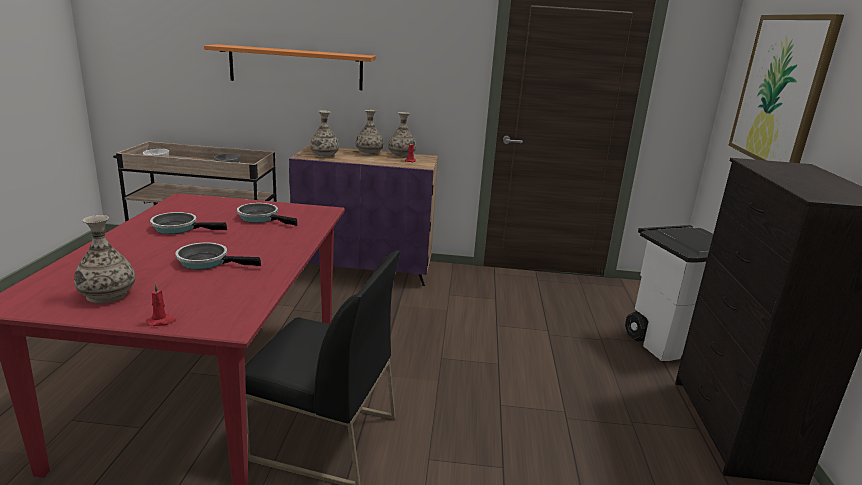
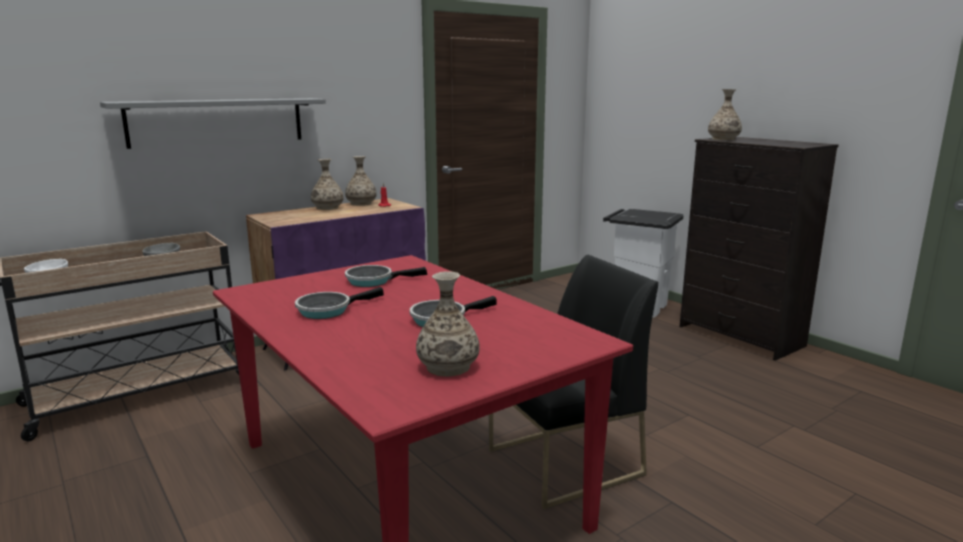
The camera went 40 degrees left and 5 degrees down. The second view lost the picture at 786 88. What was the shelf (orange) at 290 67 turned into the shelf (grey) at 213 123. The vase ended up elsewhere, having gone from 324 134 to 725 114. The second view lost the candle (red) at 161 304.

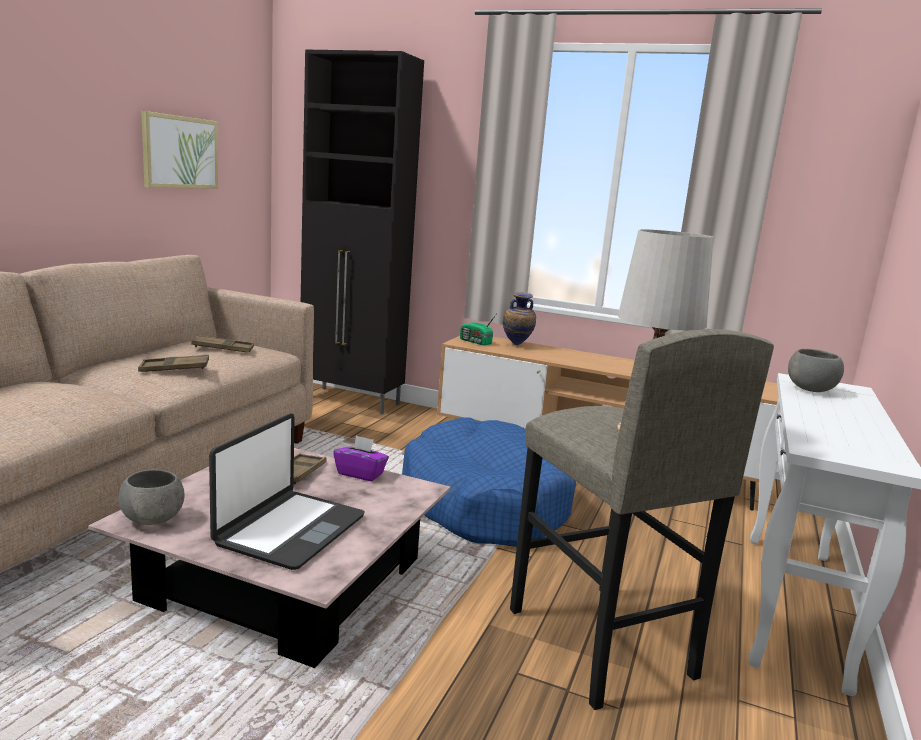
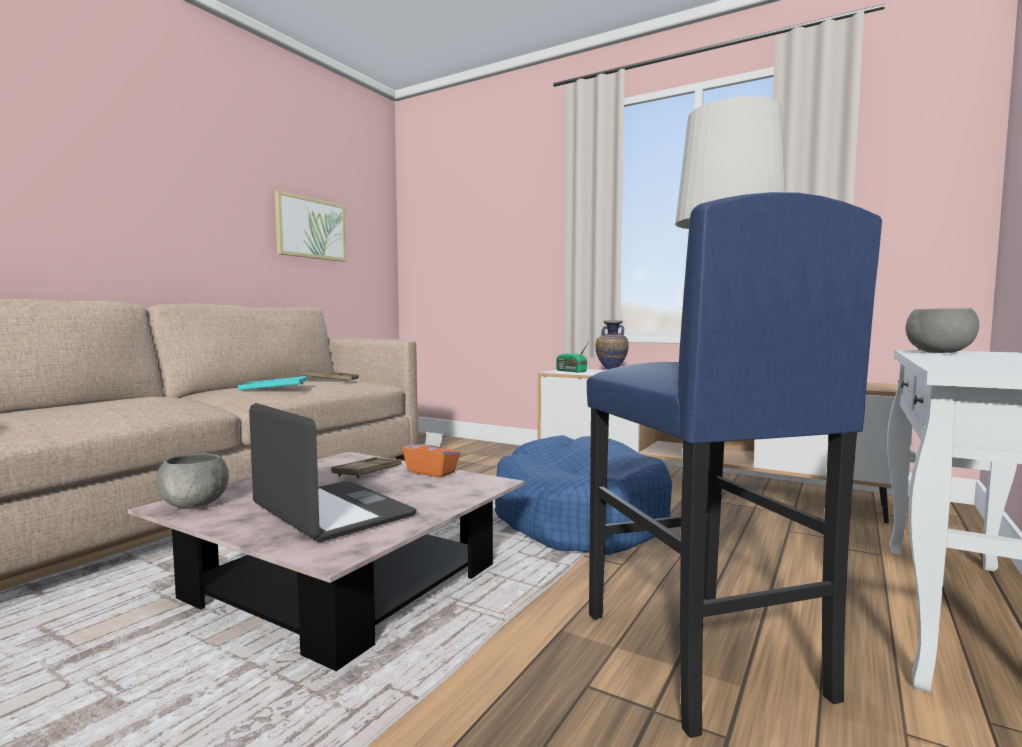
The camera went 10 degrees right and 10 degrees down. The second view lost the cabinet (black) at 362 232. What was the stool (grey) at 642 519 turned into the stool (blue) at 734 465. What was the tray (brown) at 173 363 turned into the tray (turquoise) at 272 383. The laptop at 287 492 ended up facing another way, 75 degrees counterclockwise from before. What was the tissue box (purple) at 361 458 turned into the tissue box (orange) at 432 454.

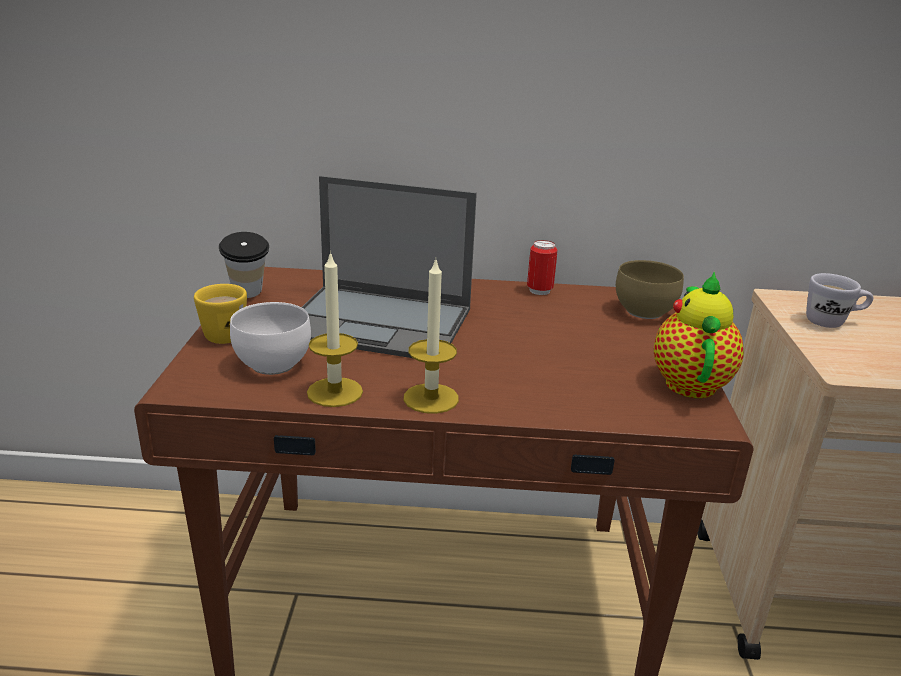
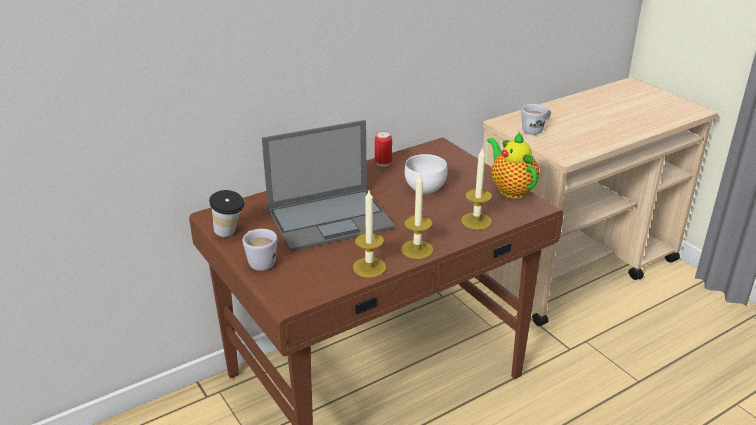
The camera went 35 degrees left and 5 degrees up. The second view lost the bowl (brown) at 650 289. What was the mug (yellow) at 220 314 turned into the mug (white) at 260 250. The bowl (white) ended up elsewhere, having gone from 270 338 to 426 174. The second view gained the candle at 476 188.

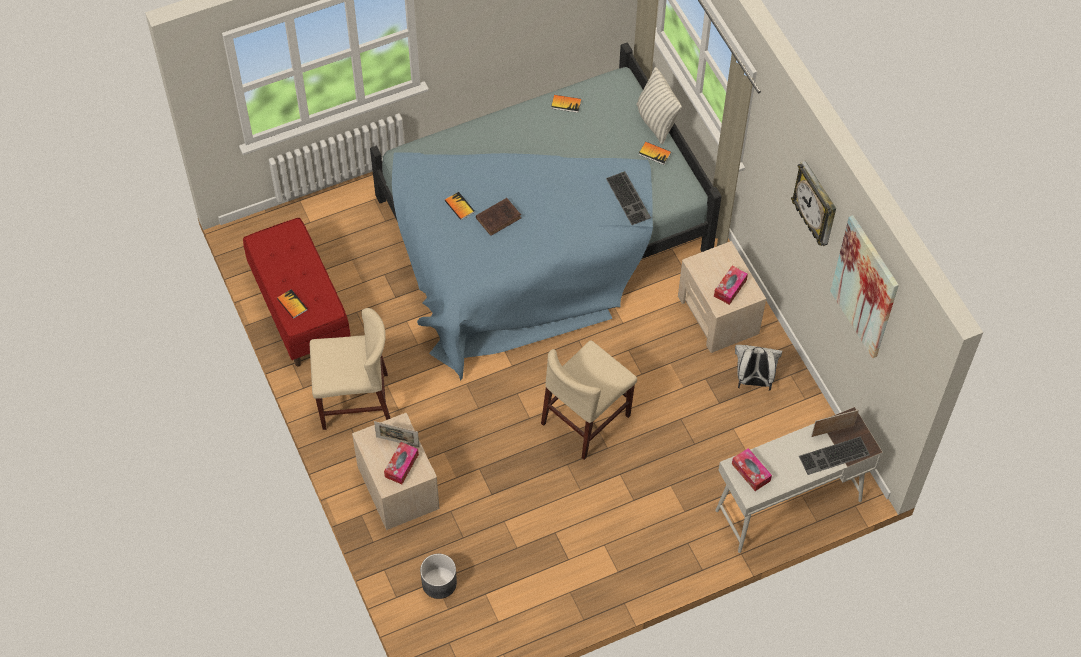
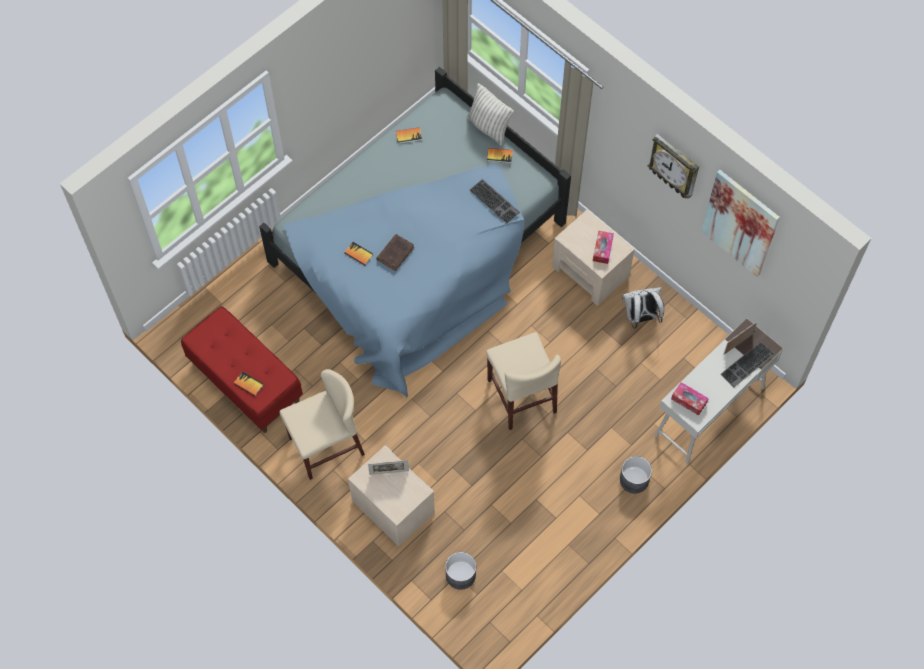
The camera went 20 degrees left and 5 degrees up. The chair (beige) at 589 400 ended up facing another way, 45 degrees counterclockwise from before. The second view lost the tissue box at 401 463. The second view gained the planter (grey) at 636 474.

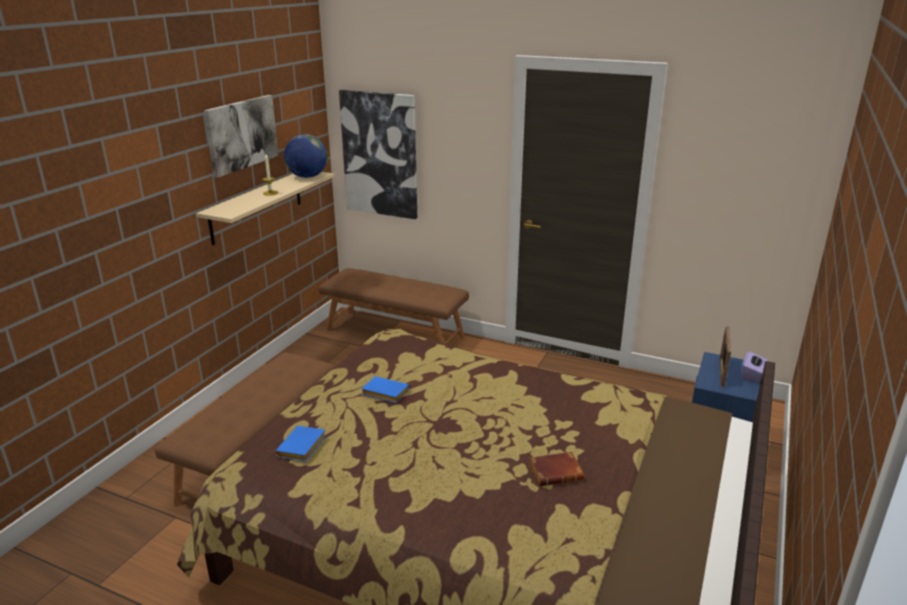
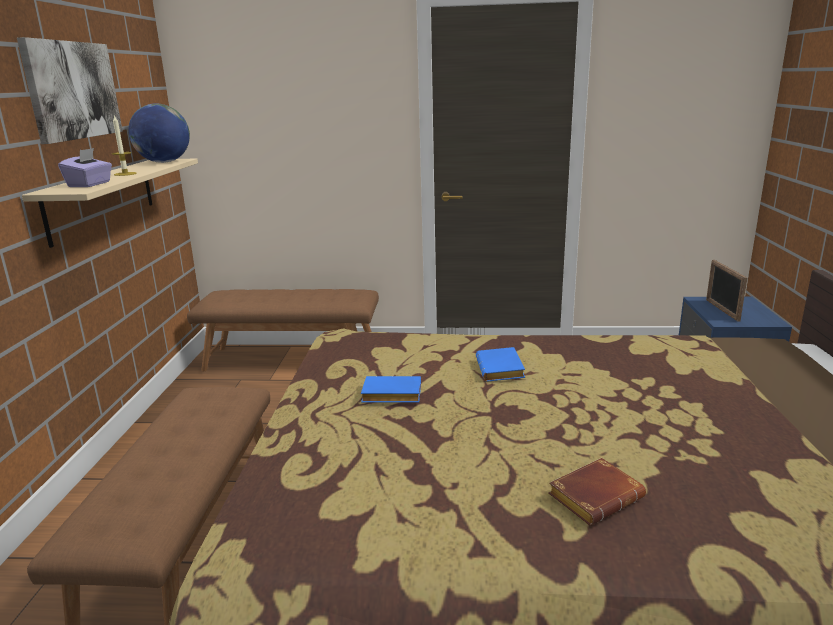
The camera went 20 degrees left and 5 degrees down. The second view lost the picture at 378 154. The tissue box (purple) ended up elsewhere, having gone from 755 367 to 85 167. The book (blue) ended up elsewhere, having gone from 300 444 to 500 364. The book (brown) ended up elsewhere, having gone from 556 469 to 597 492.

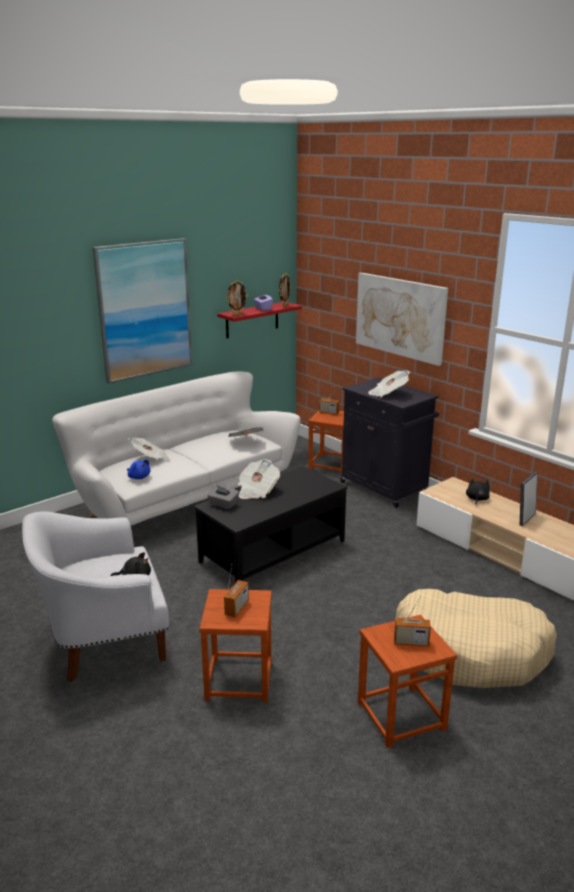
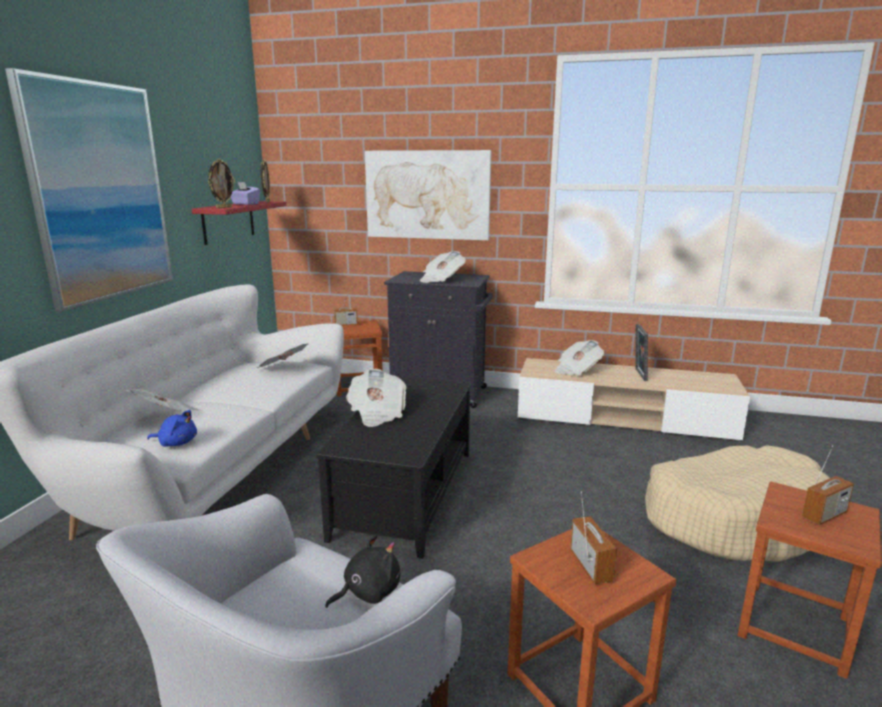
The camera went 35 degrees left and 5 degrees down. Where the plush toy (black) stood at 478 492, the newspaper came to stand at 579 358. The second view lost the tissue box (grey) at 223 497.

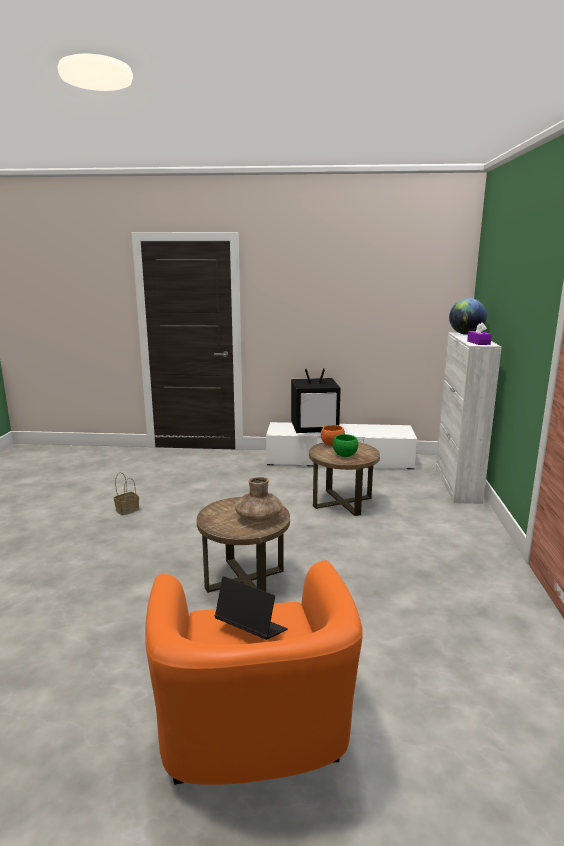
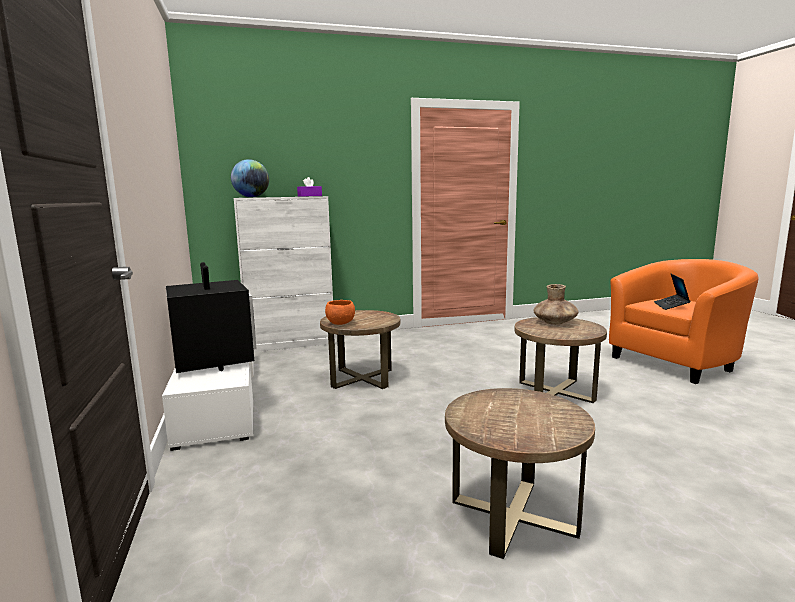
The camera went 110 degrees left and 5 degrees down. The second view lost the bowl (green) at 345 445. Where the basket stood at 126 494, the side table (brown) came to stand at 520 473.

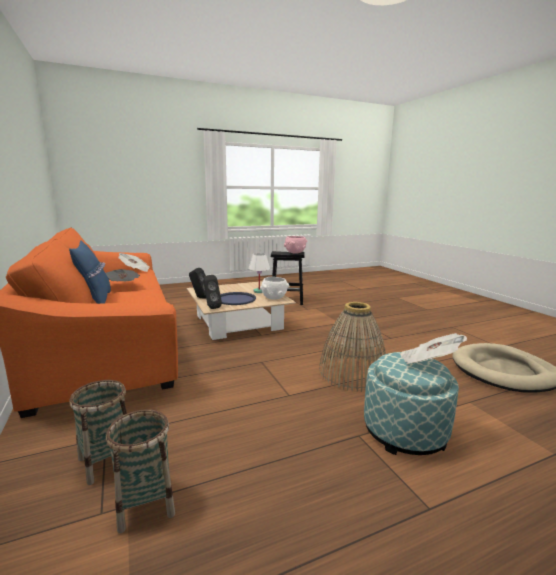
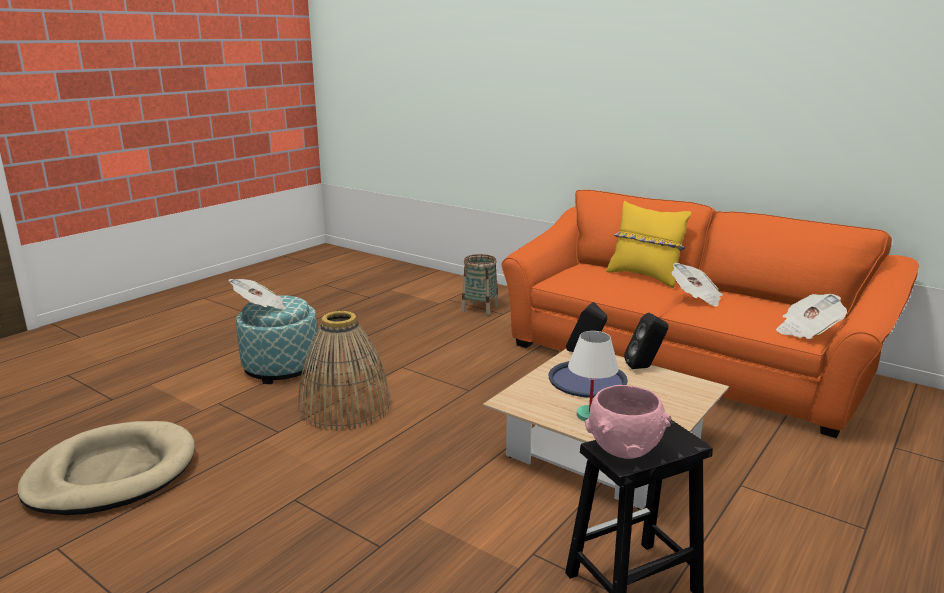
The camera went 150 degrees right and 5 degrees up. What was the pillow (blue) at 90 272 turned into the pillow (yellow) at 648 244. The second view lost the bowl (white) at 274 288. The second view lost the basket at 140 471.

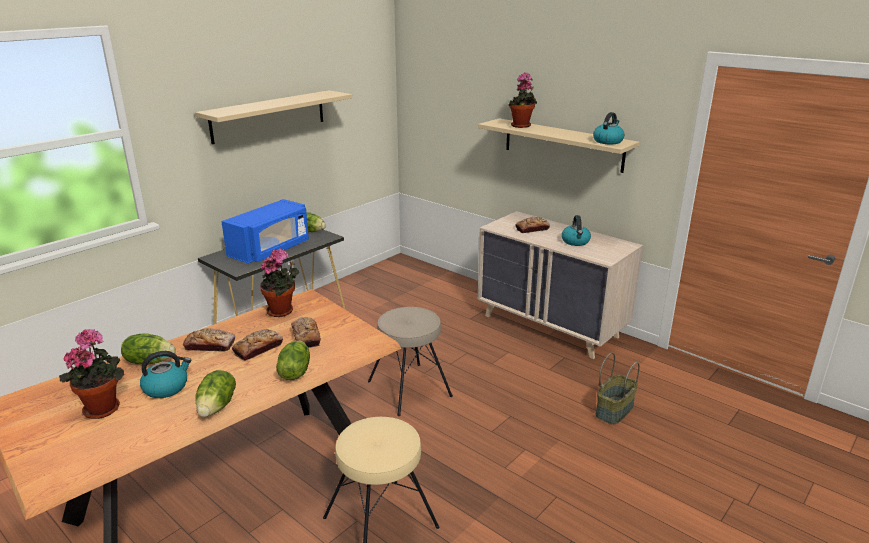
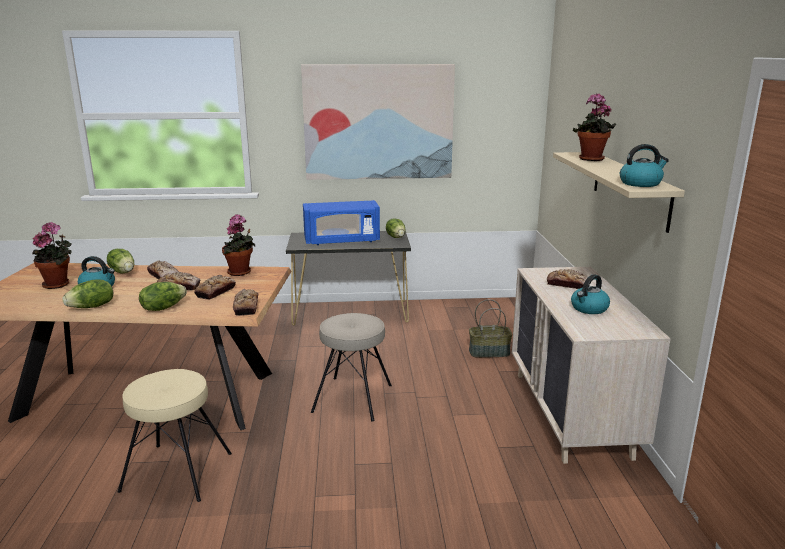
The camera went 45 degrees right and 5 degrees down. Where the shelf (beige) hung at 273 117, the picture came to hang at 378 122. The basket ended up elsewhere, having gone from 617 388 to 490 328. The second view gained the bread at 245 302.

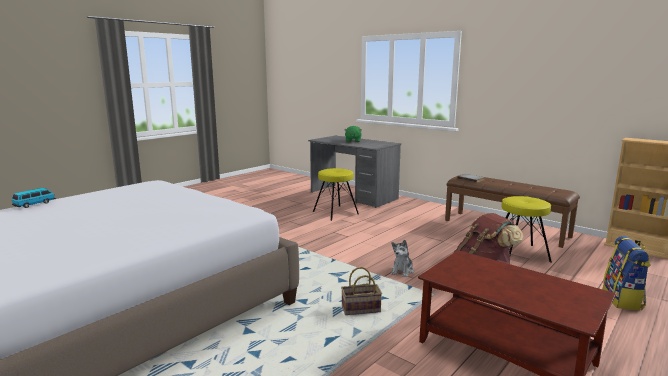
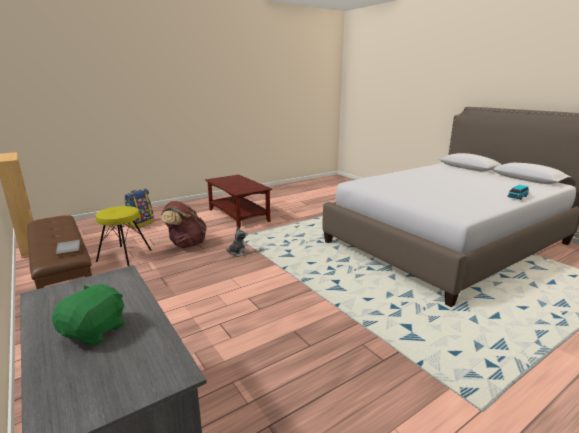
The camera went 165 degrees left and 5 degrees up. The second view lost the stool (yellow) at 336 194. The second view lost the basket at 361 291.

